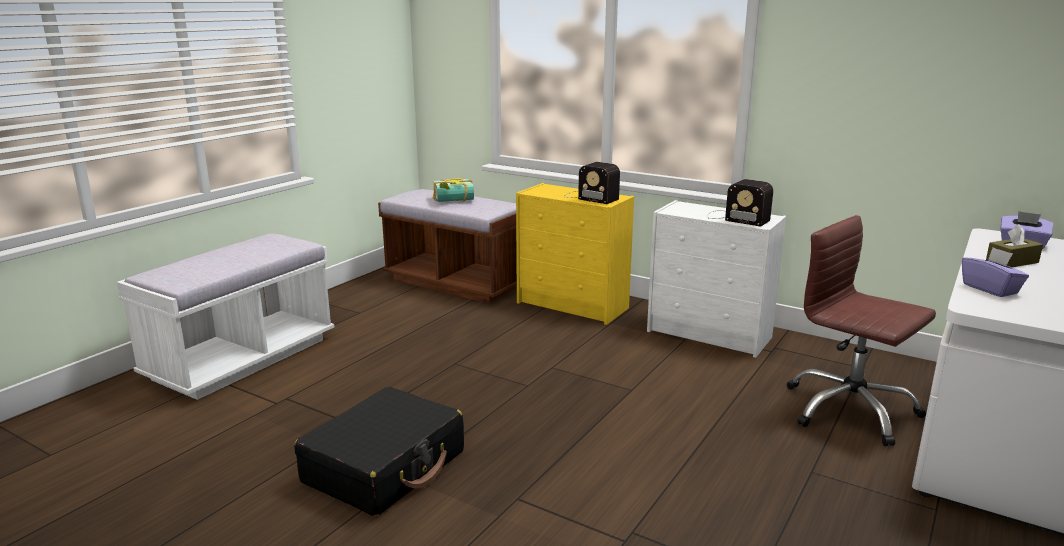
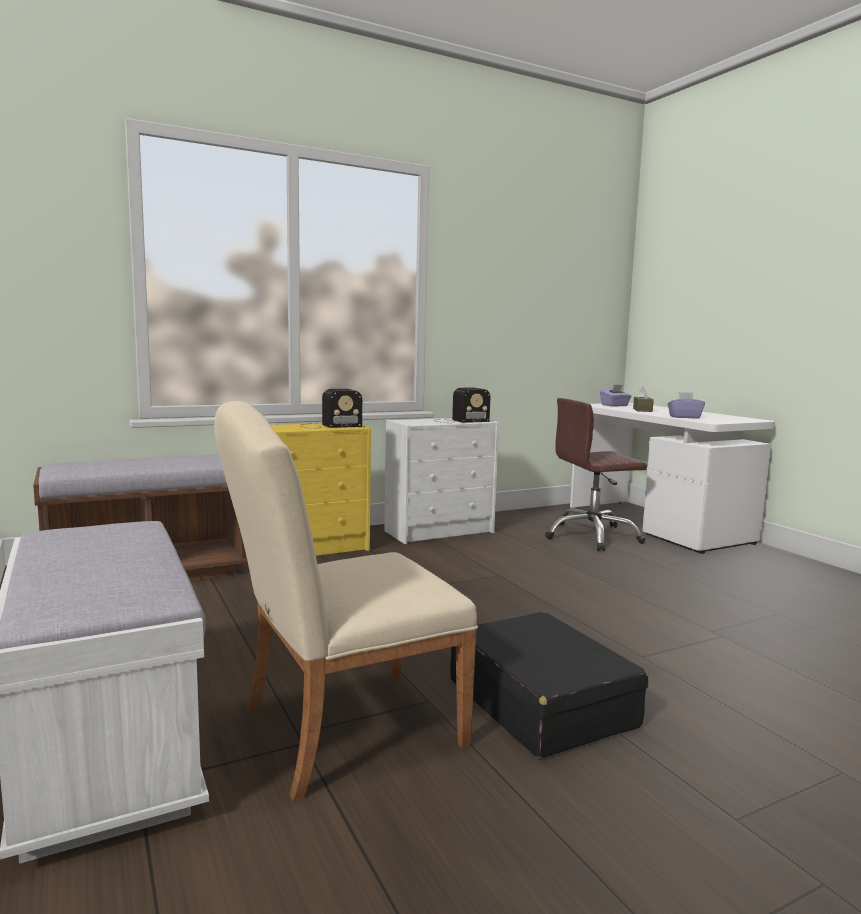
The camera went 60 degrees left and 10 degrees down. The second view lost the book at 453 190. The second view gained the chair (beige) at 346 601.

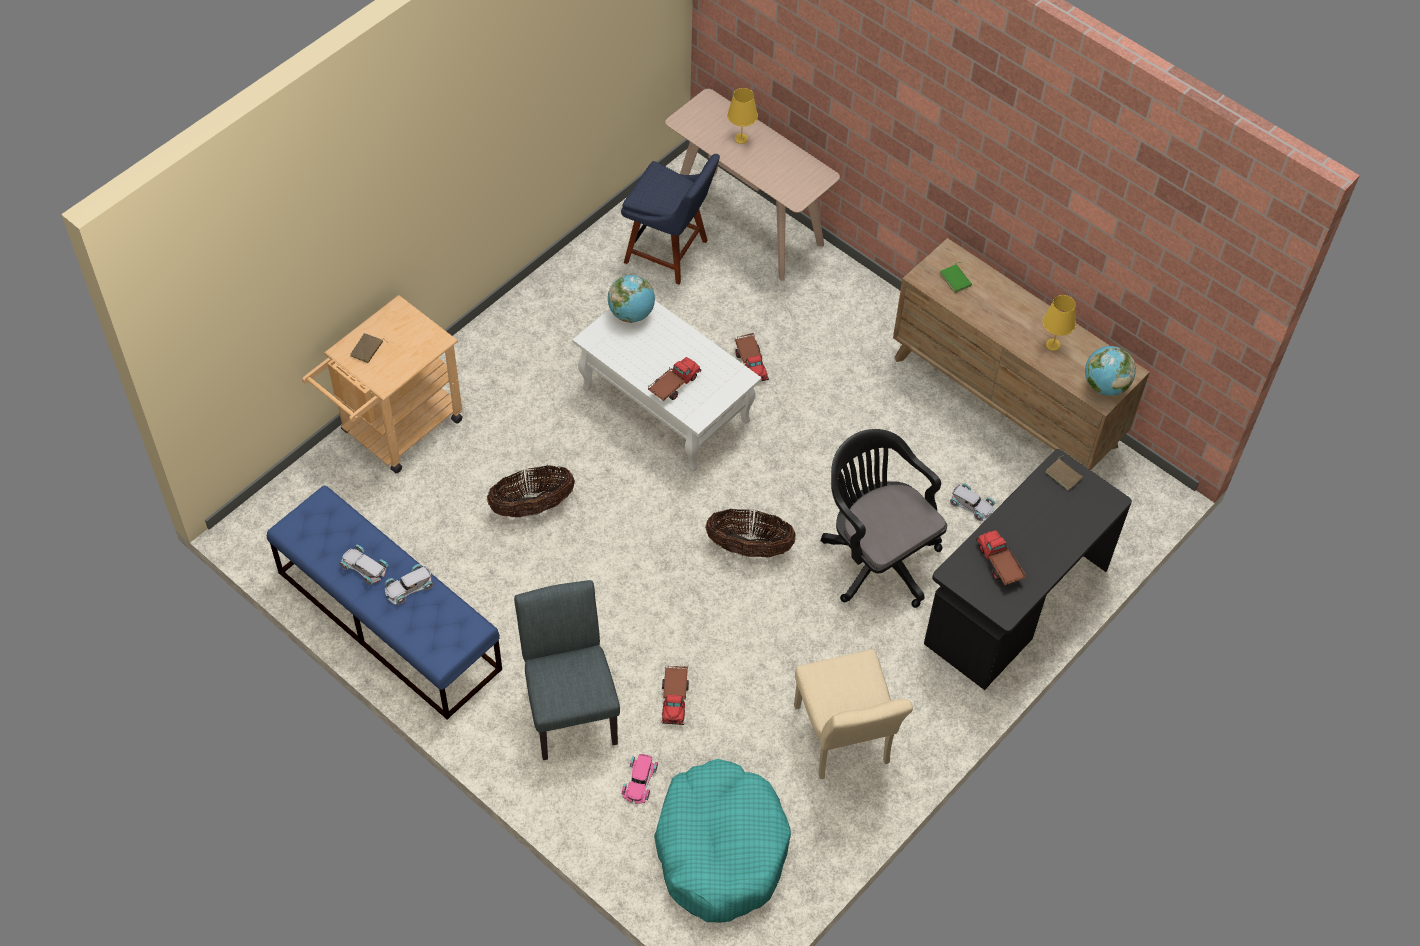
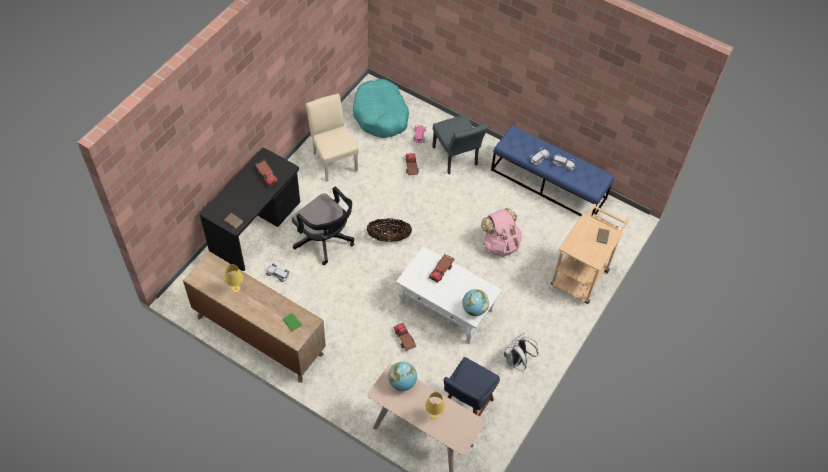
The camera went 170 degrees right and 0 degrees up. The chair (blue) at 670 219 ended up facing another way, 75 degrees counterclockwise from before. The globe ended up elsewhere, having gone from 1110 371 to 402 376. Where the basket stood at 531 491, the backpack (pink) came to stand at 501 232. The second view gained the backpack (white) at 521 351.

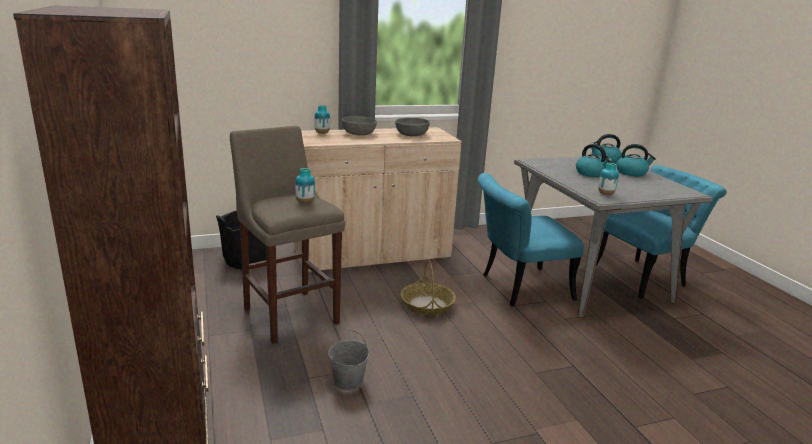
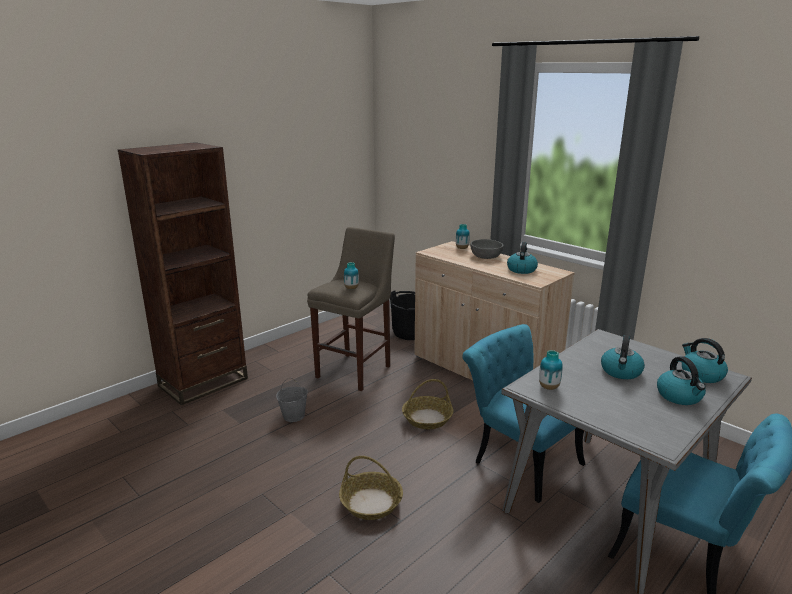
The camera went 65 degrees right and 0 degrees up. Where the bowl (grey) stood at 412 127, the kettle came to stand at 522 258. The second view gained the basket at 371 488.

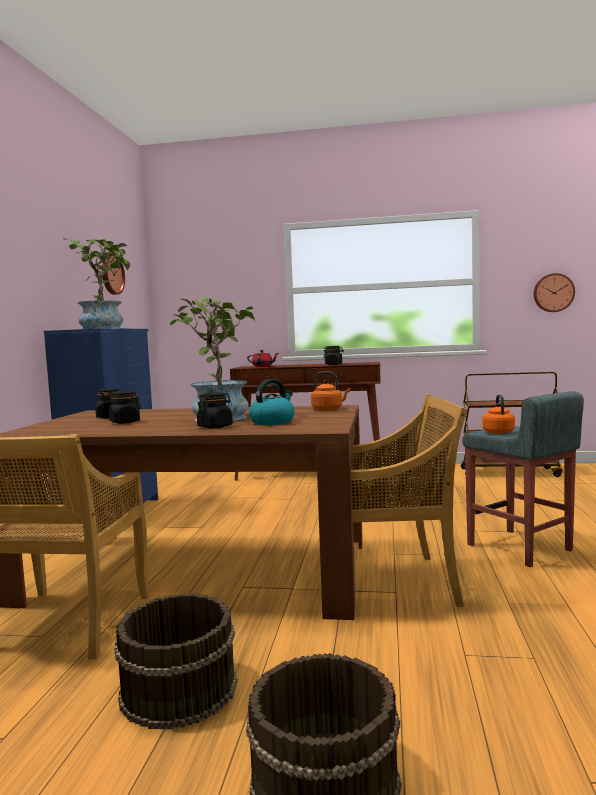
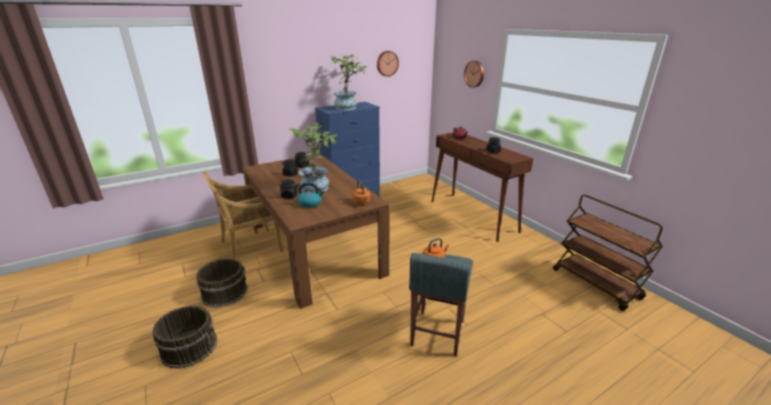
The camera went 50 degrees right and 20 degrees up. The wall clock ended up elsewhere, having gone from 554 292 to 474 74. The second view lost the chair (beige) at 409 500.

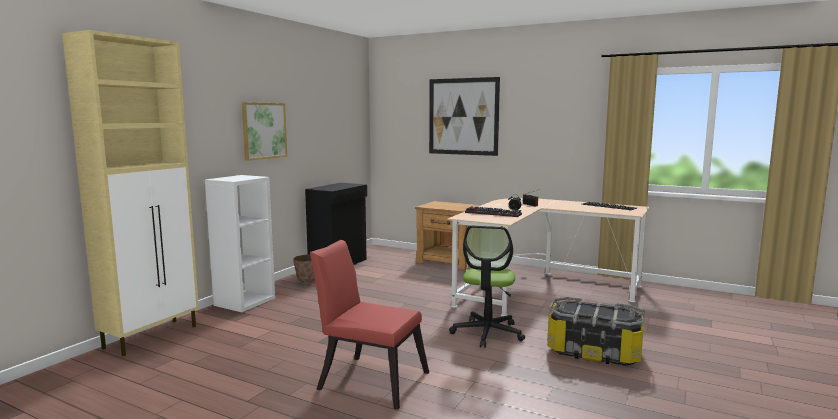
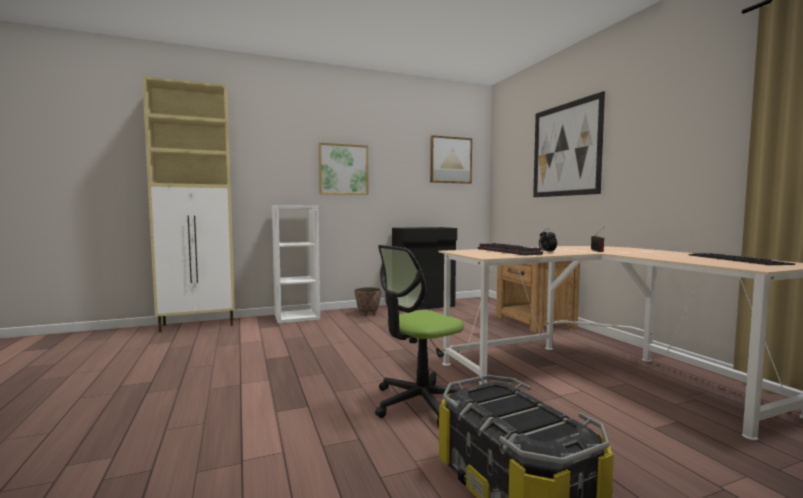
The camera went 40 degrees right and 5 degrees down. The second view lost the chair (red) at 369 325. The second view gained the picture at 451 159.

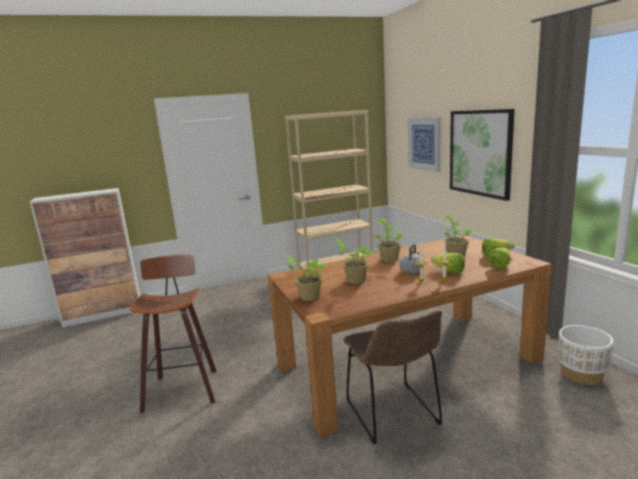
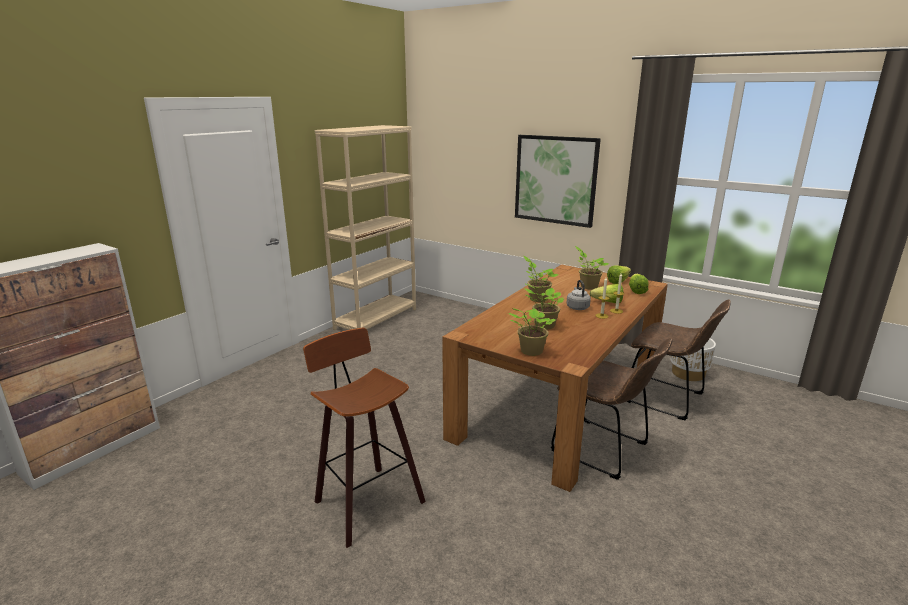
The camera went 35 degrees left and 5 degrees up. The second view lost the picture at 424 144. The second view gained the chair (brown) at 679 359.

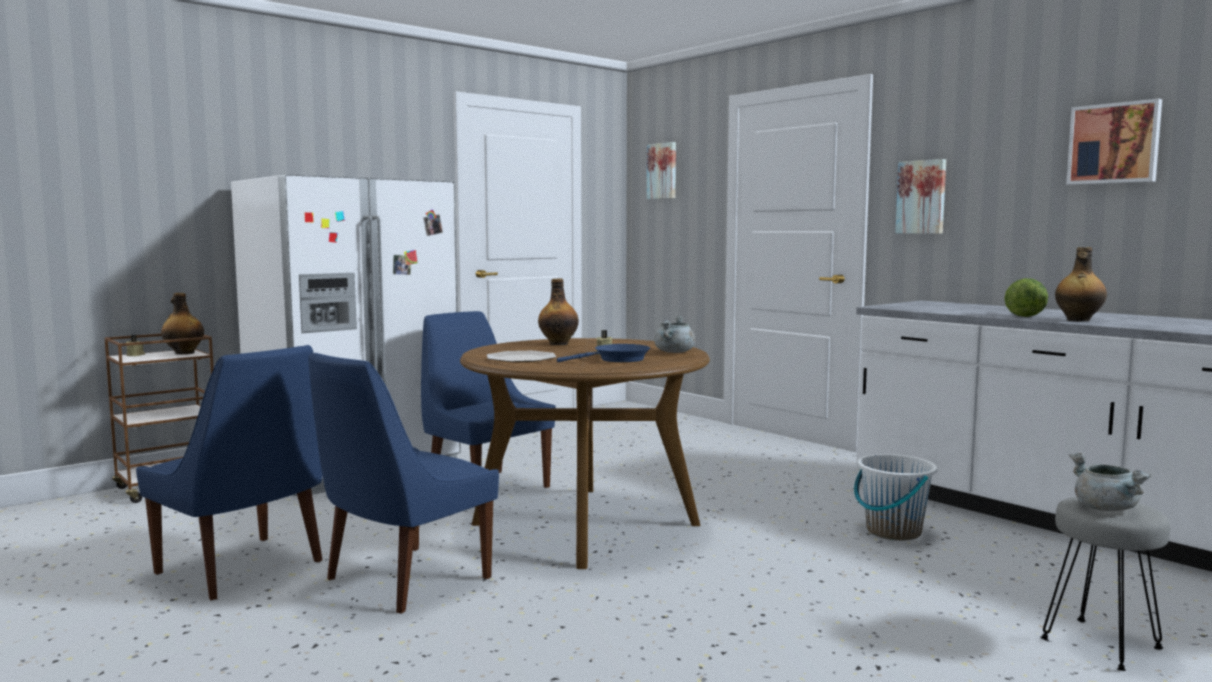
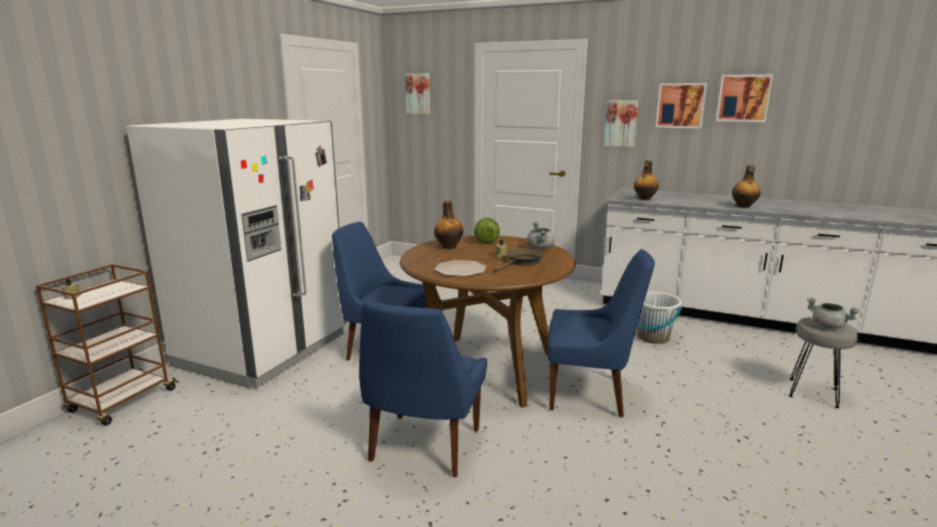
The camera went 25 degrees left and 10 degrees up. The lettuce ended up elsewhere, having gone from 1026 297 to 487 231. The bottle ended up elsewhere, having gone from 182 323 to 646 180. What was the frying pan (blue) at 603 353 turned into the frying pan (brown) at 520 260. The chair (blue) ended up elsewhere, having gone from 229 472 to 601 333. The second view gained the picture at 681 106.

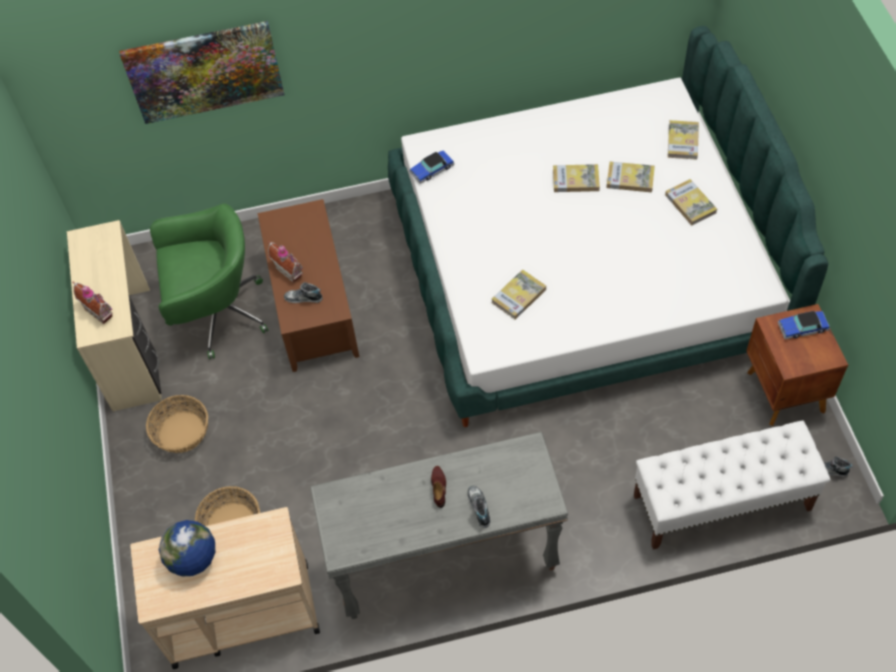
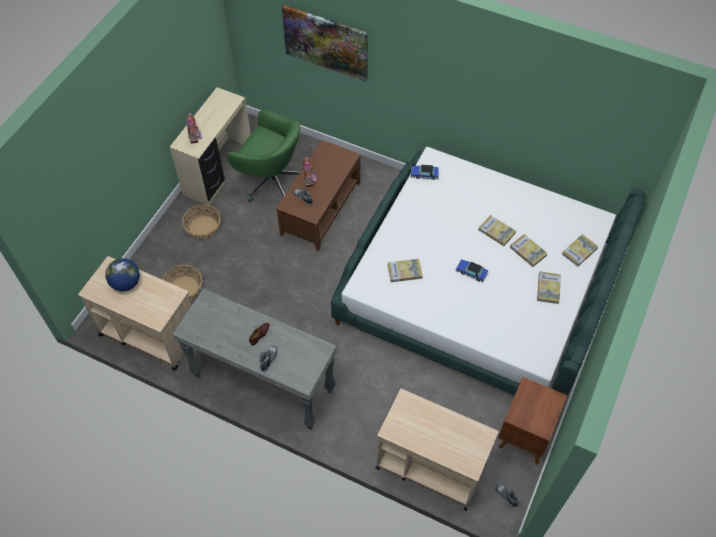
The camera went 35 degrees right and 0 degrees up. The toy car ended up elsewhere, having gone from 804 325 to 472 270. Where the bench (white) stood at 732 485, the cart (beige) came to stand at 436 450.

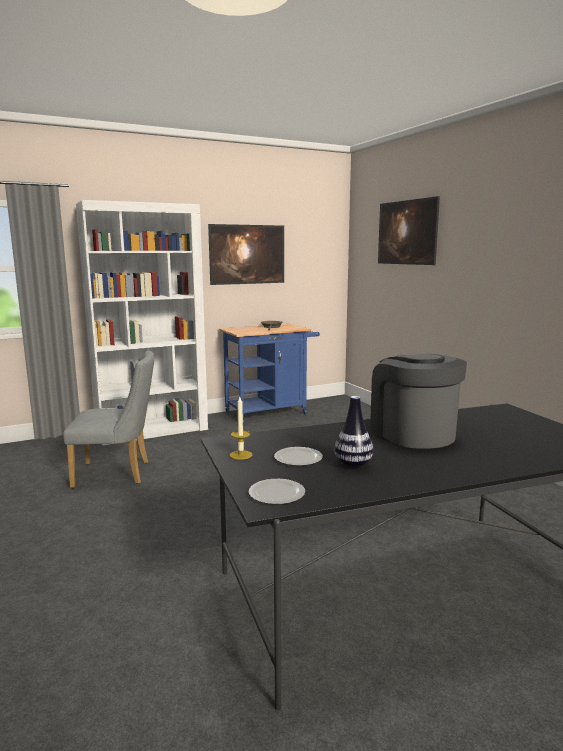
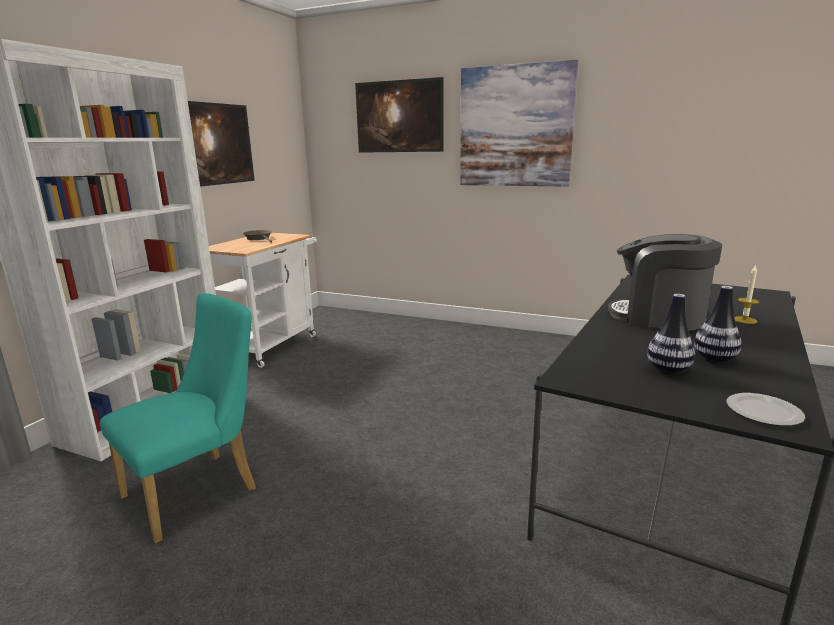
The camera went 40 degrees left and 5 degrees up. What was the cart (blue) at 269 374 turned into the cart (white) at 263 300. What was the chair (grey) at 108 419 turned into the chair (turquoise) at 178 418. The candle ended up elsewhere, having gone from 241 428 to 746 294. Where the plate stood at 298 456, the vase came to stand at 671 334. The second view gained the picture at 519 123.

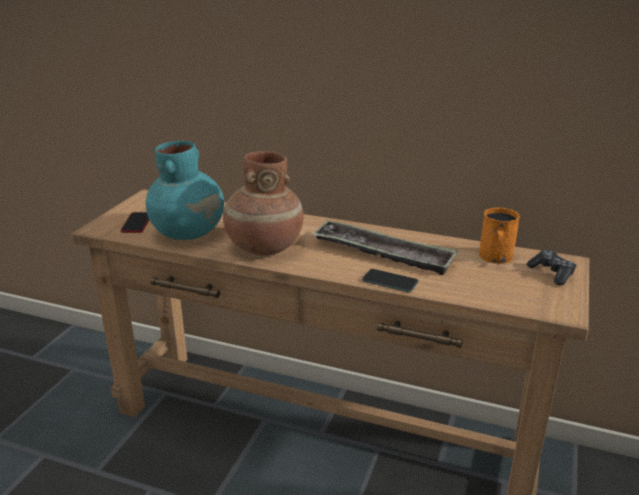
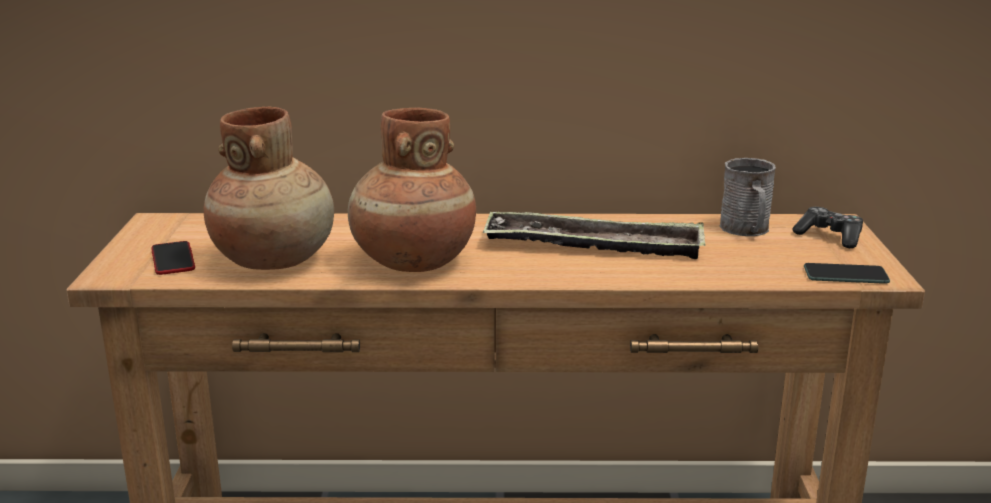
The camera went 20 degrees left and 5 degrees down. What was the vase (turquoise) at 185 190 turned into the vase (brown) at 269 188. What was the mug (orange) at 499 236 turned into the mug (grey) at 748 197. The phone ended up elsewhere, having gone from 390 280 to 847 273.

